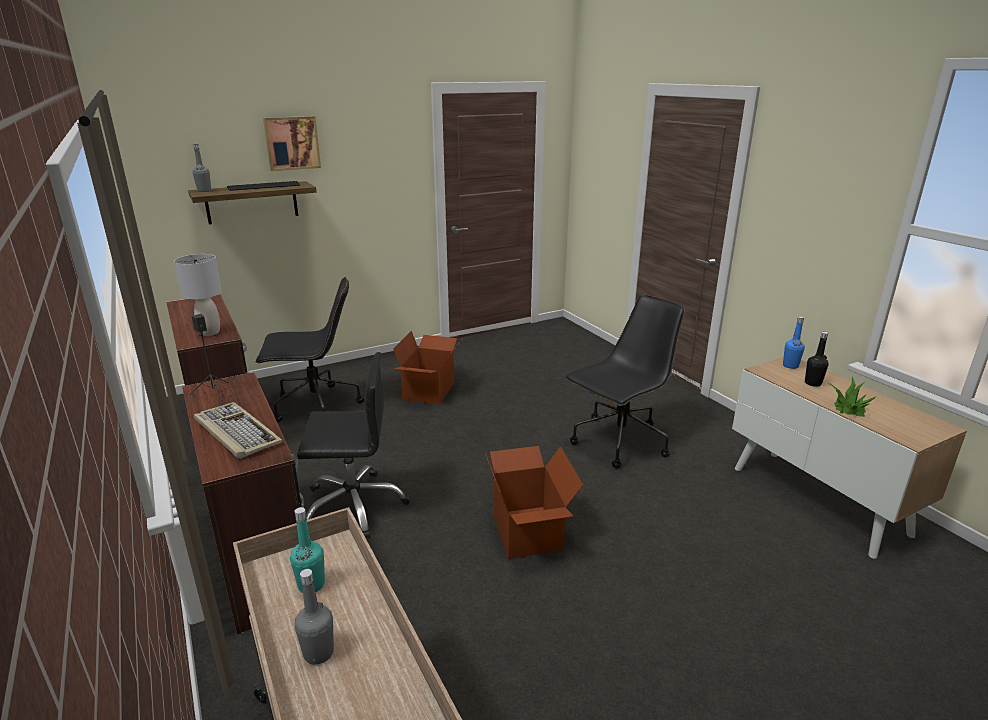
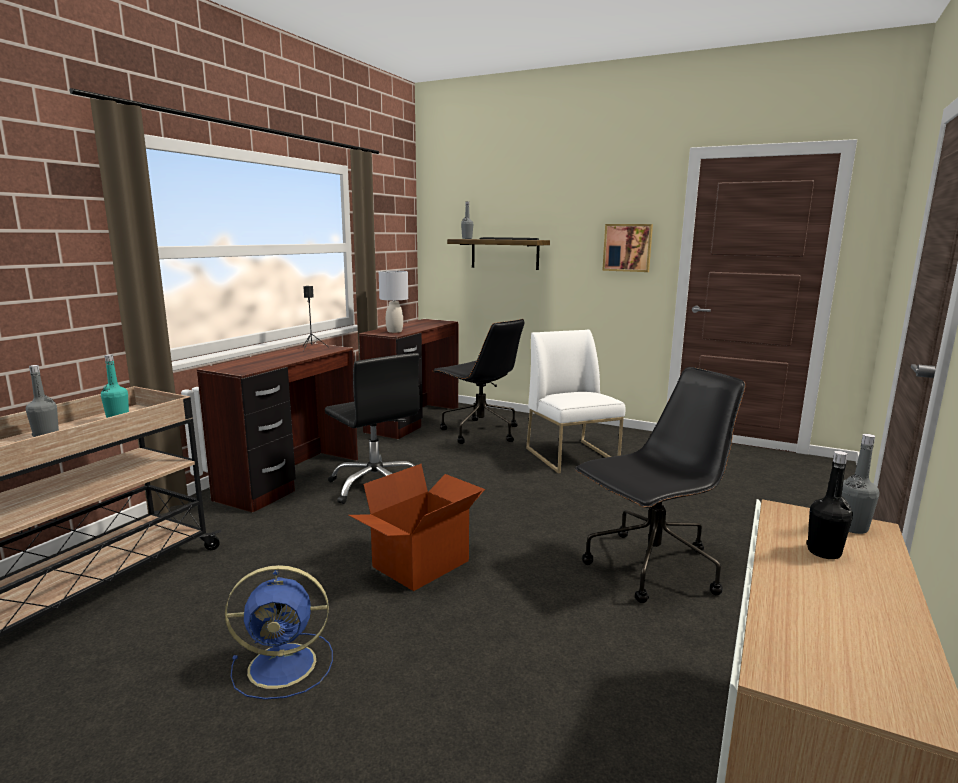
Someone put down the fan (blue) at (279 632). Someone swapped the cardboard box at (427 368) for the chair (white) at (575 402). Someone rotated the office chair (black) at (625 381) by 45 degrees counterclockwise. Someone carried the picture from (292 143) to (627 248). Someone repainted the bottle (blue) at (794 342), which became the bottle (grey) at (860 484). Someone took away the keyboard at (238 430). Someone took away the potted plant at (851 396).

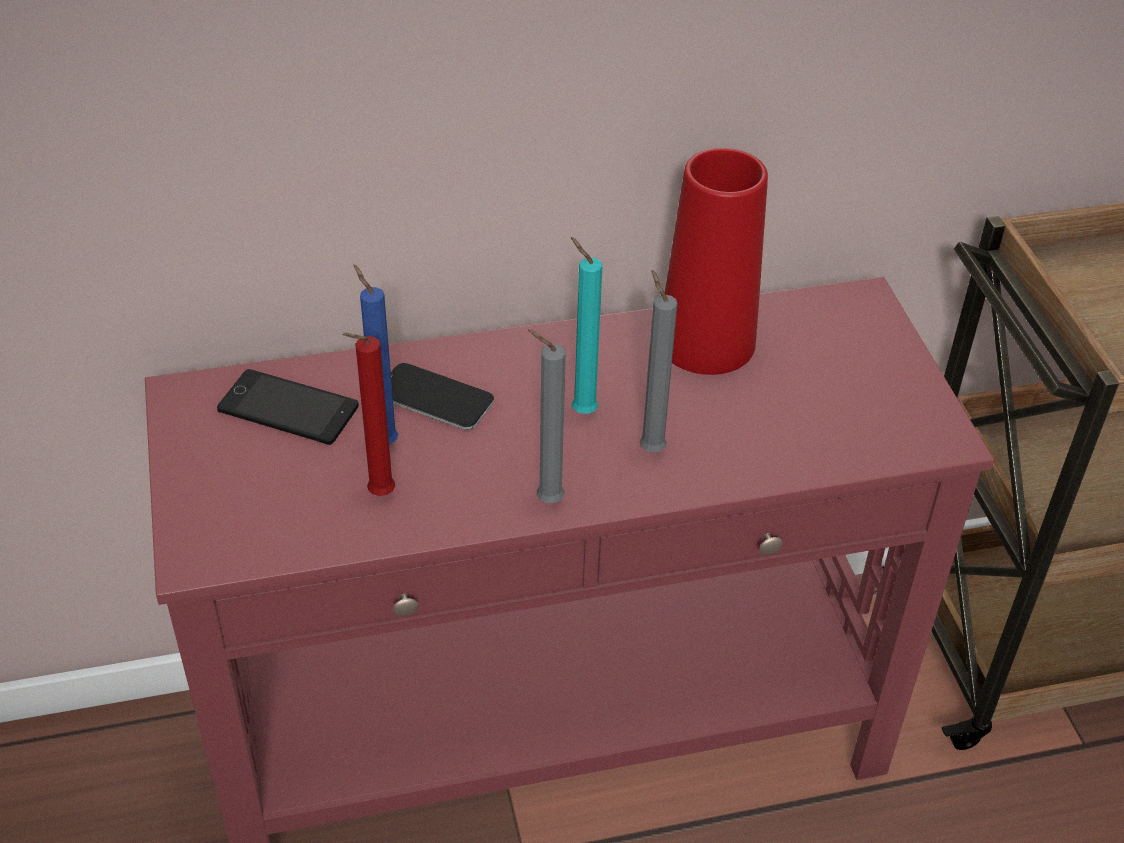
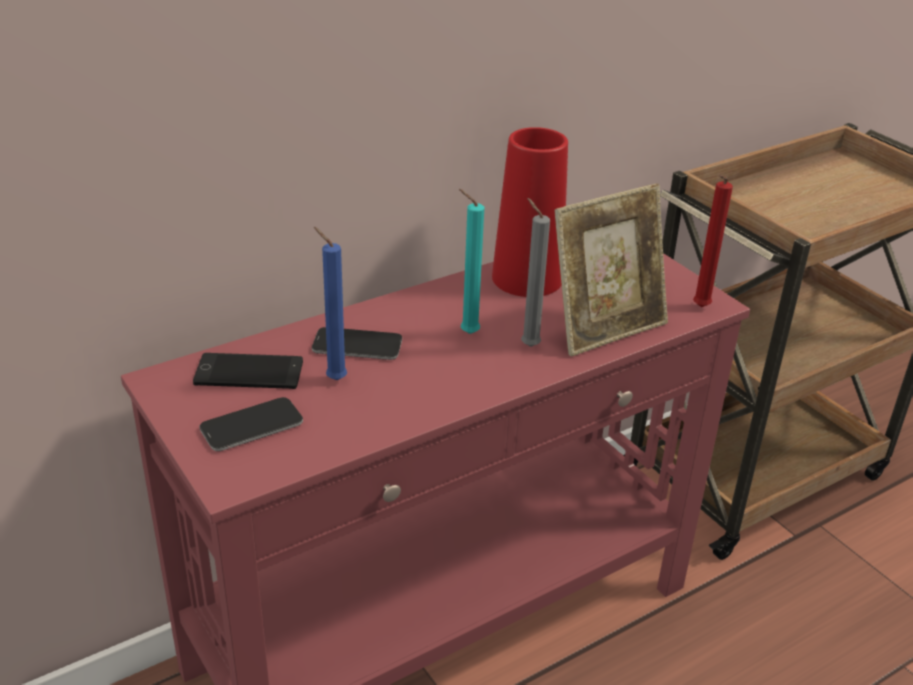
Someone put down the phone at (251 424). Someone put down the picture frame at (611 270). Someone carried the candle (red) from (368 414) to (713 241). Someone took away the candle (grey) at (547 416).

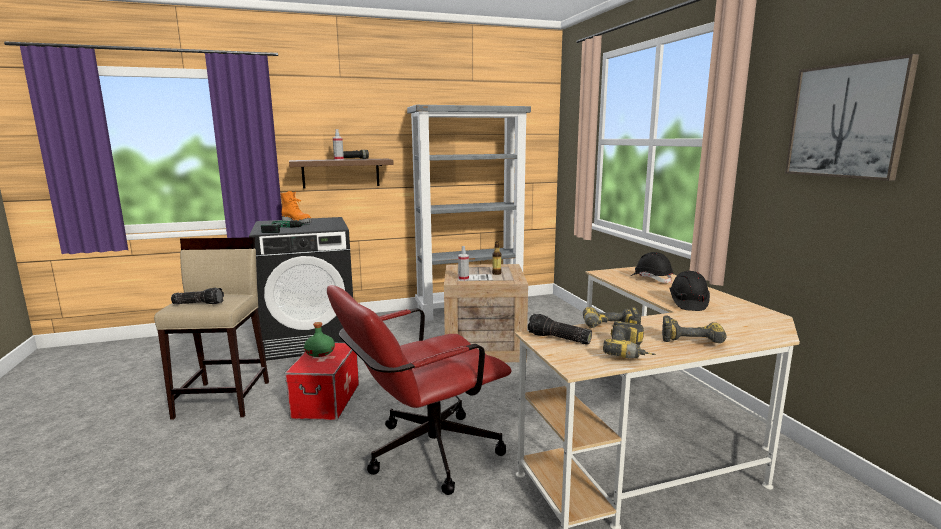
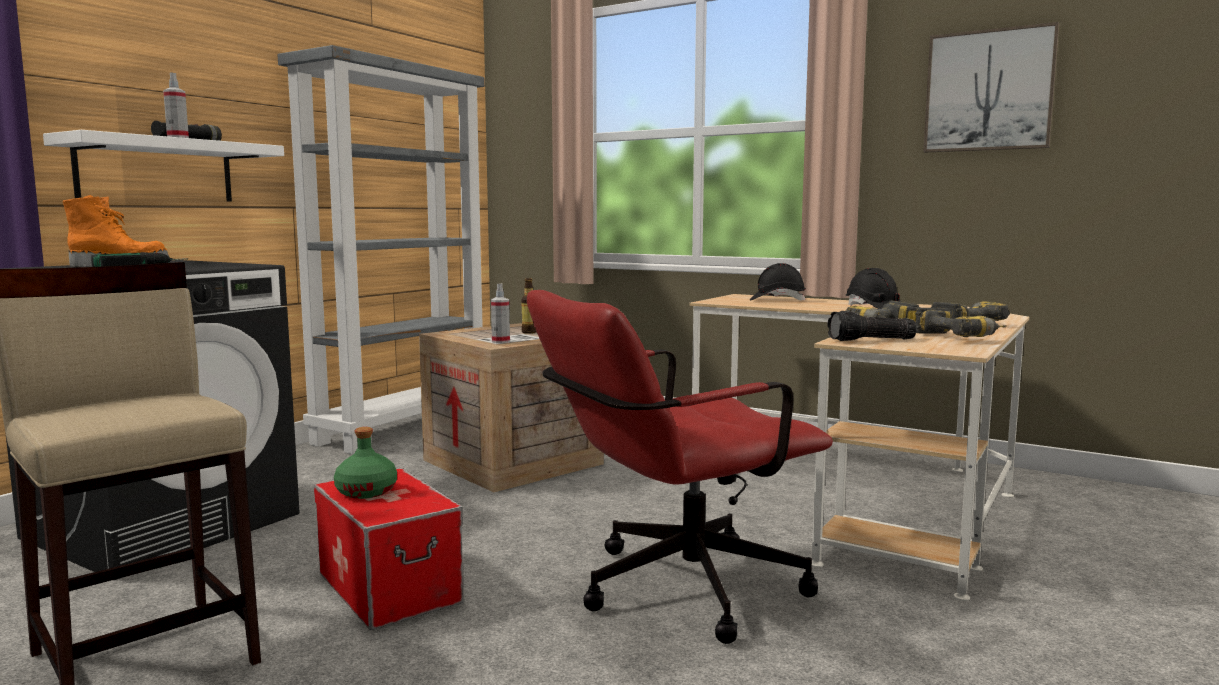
Someone repainted the shelf (brown) at (341 173), which became the shelf (white) at (163 166). Someone rotated the office chair (red) at (419 390) by 45 degrees clockwise. Someone took away the flashlight at (197 296).

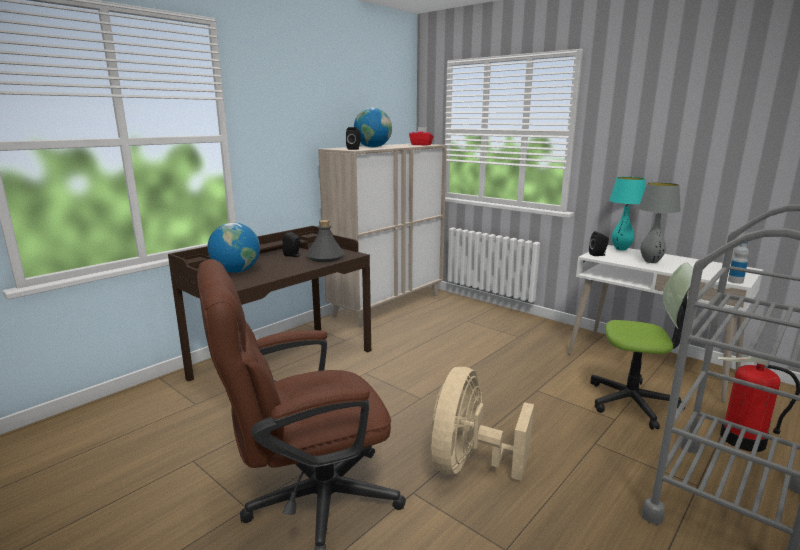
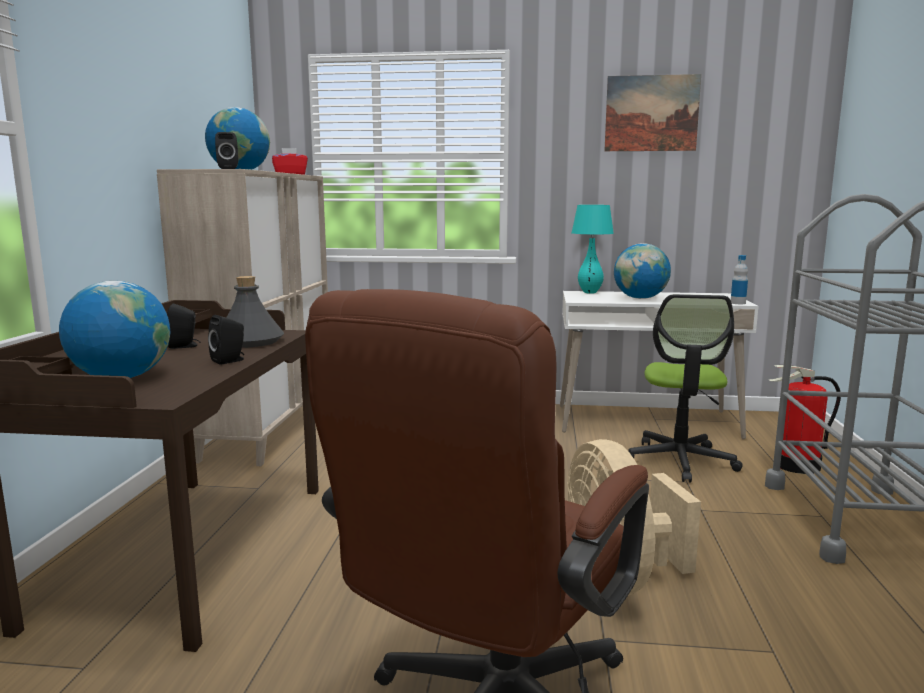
Someone carried the speaker (black) from (599 243) to (226 340). Someone put up the picture at (652 112). Someone swapped the table lamp (grey) at (659 222) for the globe at (642 271). Someone rotated the office chair at (641 346) by 120 degrees clockwise.

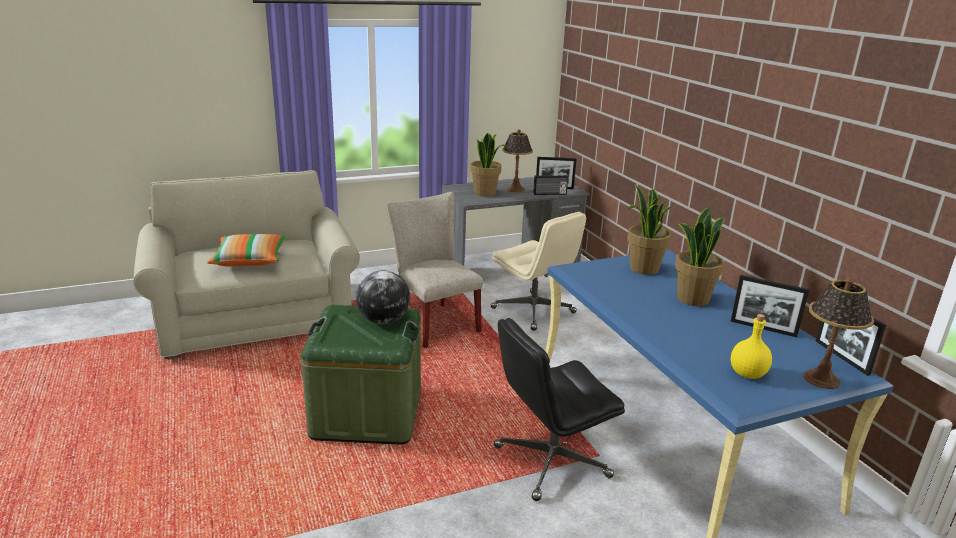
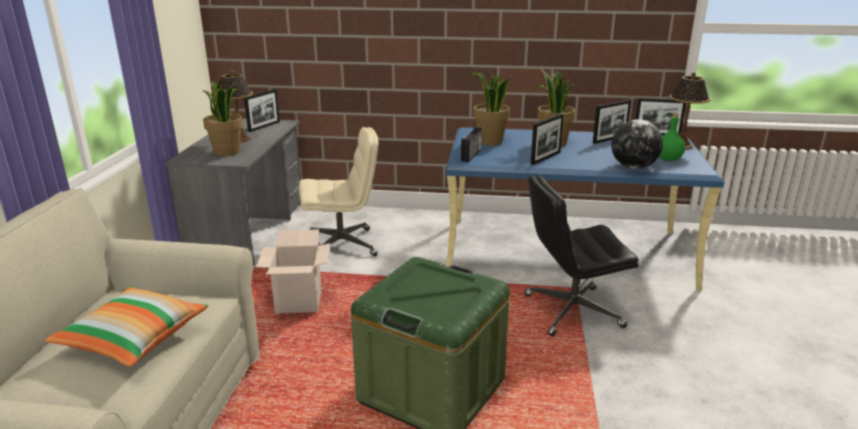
Someone swapped the chair (beige) at (435 270) for the cardboard box at (293 271). Someone carried the radio from (550 185) to (471 145). Someone rotated the office chair (black) at (559 409) by 75 degrees clockwise. Someone put down the picture frame at (547 139). Someone carried the globe from (383 297) to (637 144). Someone repainted the bottle (yellow) at (751 346), which became the bottle (green) at (672 137).

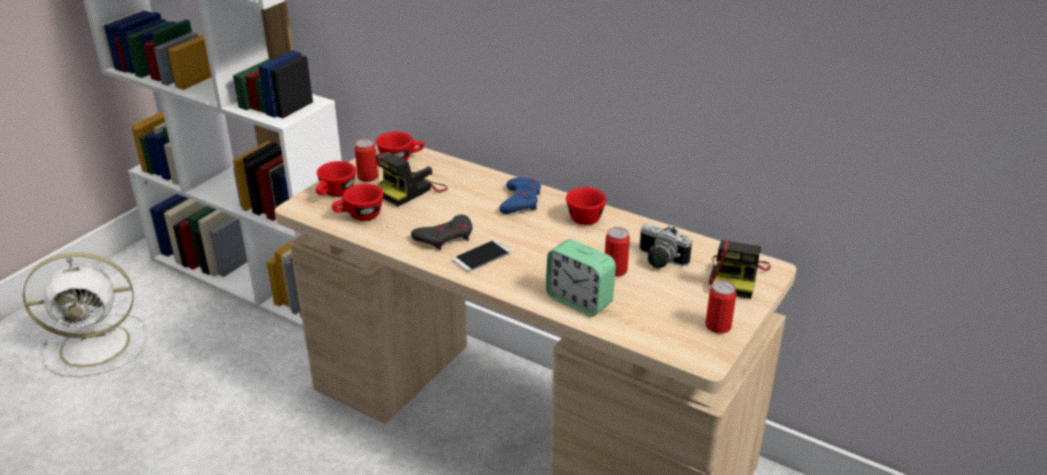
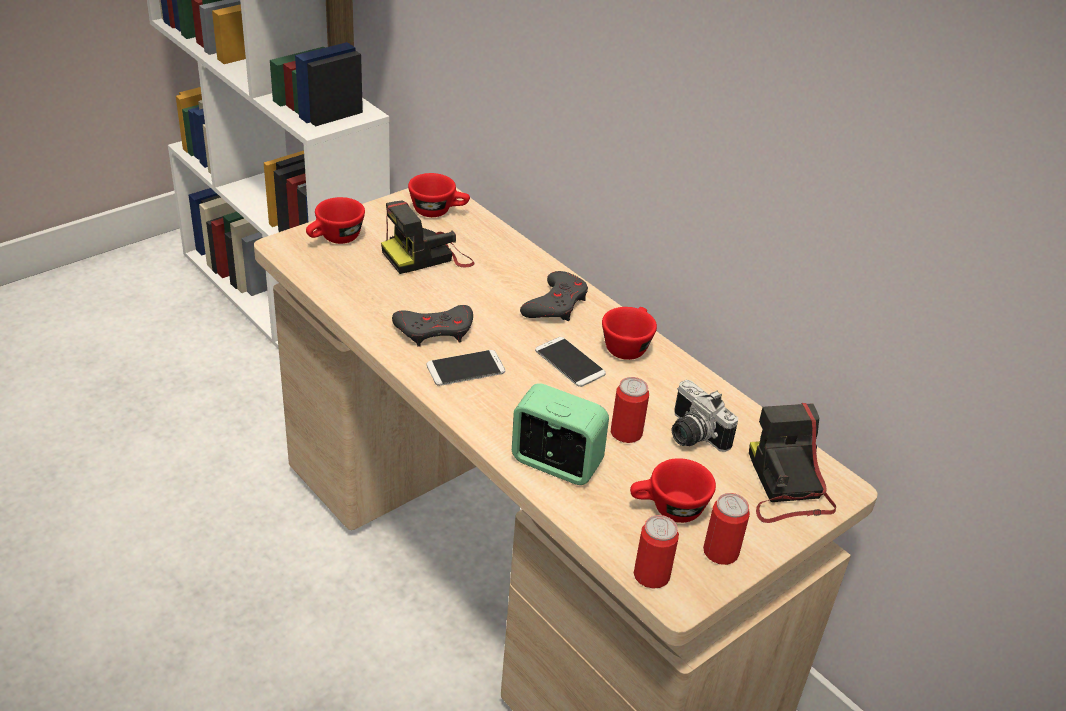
Someone rotated the alarm clock at (581 277) by 150 degrees clockwise. Someone repainted the game controller (blue) at (520 195), which became the game controller (grey) at (554 296). Someone put down the phone at (570 362). Someone carried the cup (red) from (357 202) to (673 490). Someone carried the can from (366 160) to (656 552). Someone rotated the photo camera at (740 269) by 135 degrees clockwise. Someone took away the fan (white) at (85 314).

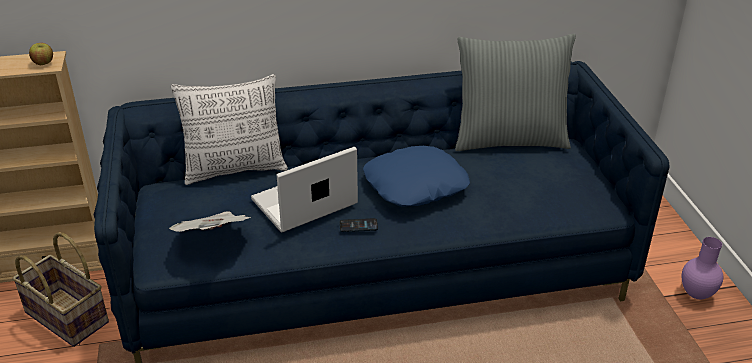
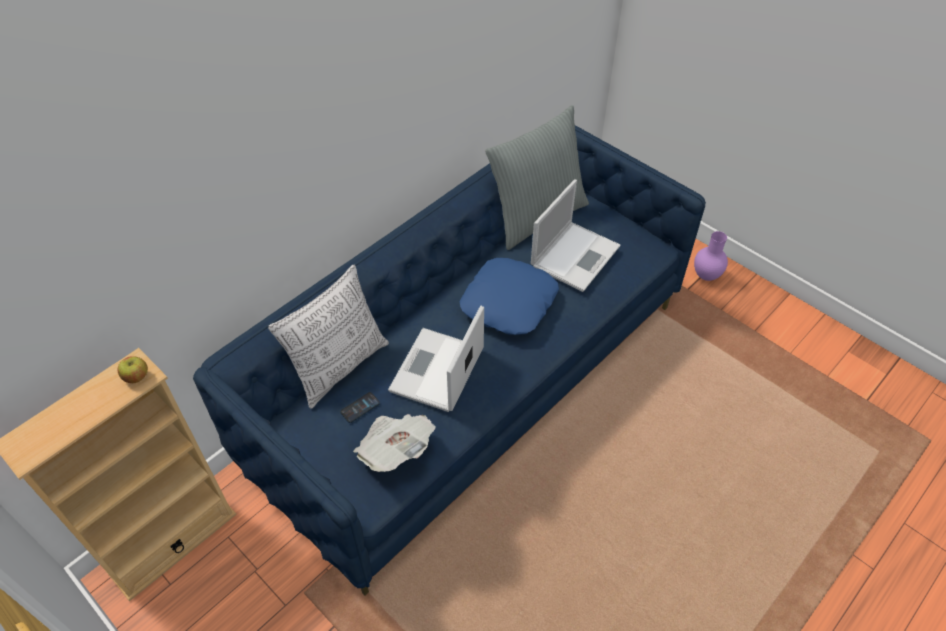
Someone carried the phone from (358 225) to (360 407). Someone put down the laptop at (575 235). Someone took away the basket at (60 289).

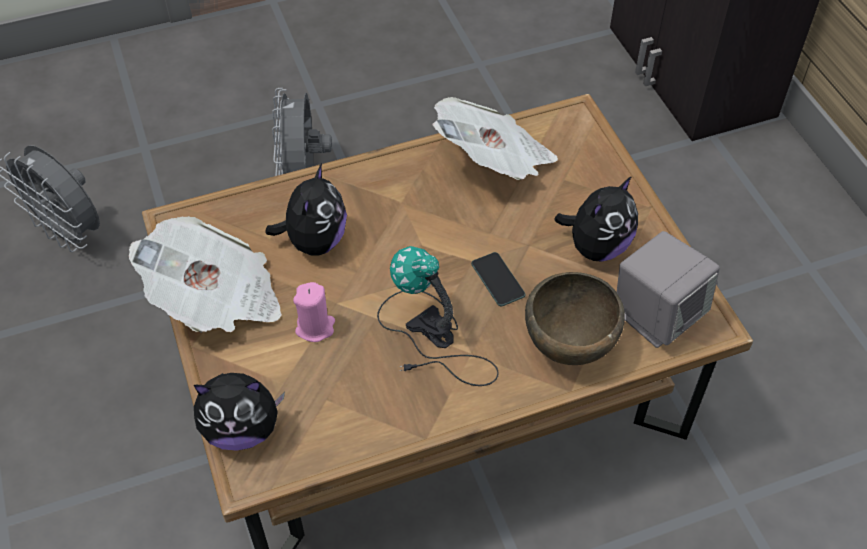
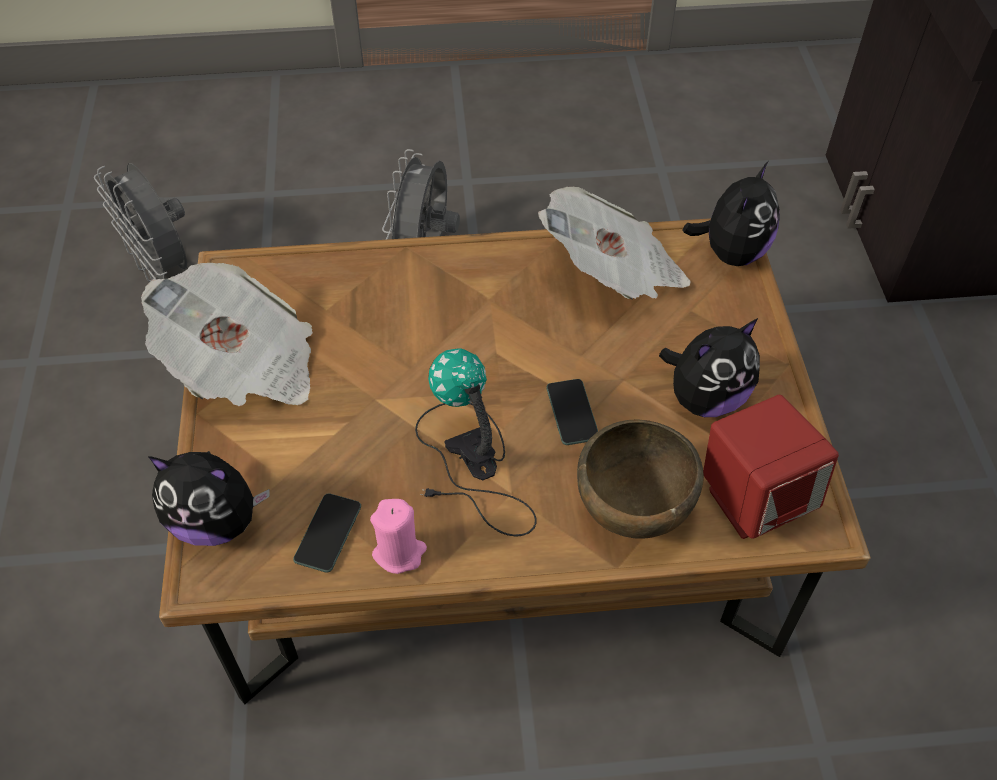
Someone put down the phone at (327 533). Someone carried the candle (pink) from (314 312) to (398 536). Someone carried the plush toy from (306 209) to (731 213). Someone repainted the speaker (grey) at (668 289), which became the speaker (red) at (771 467).

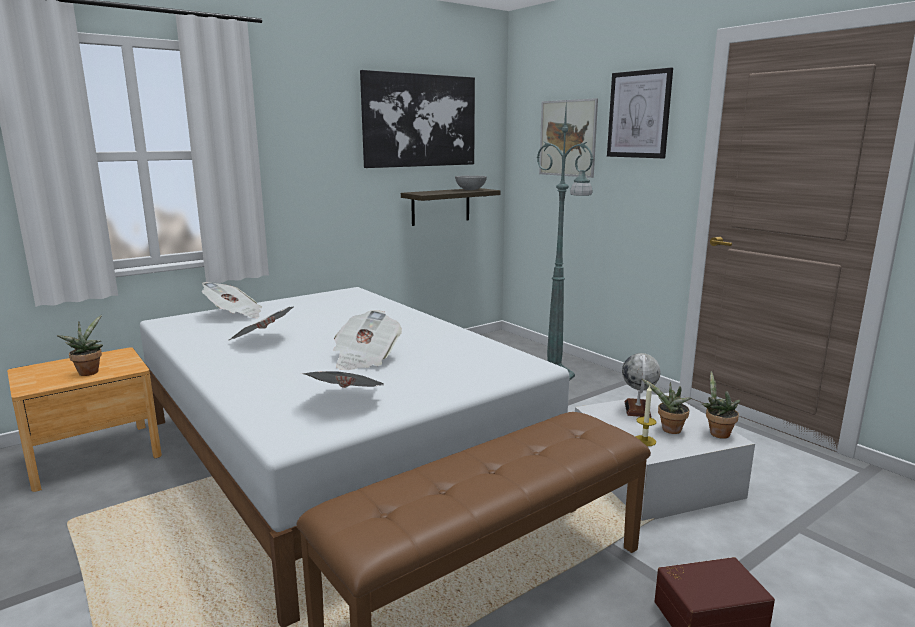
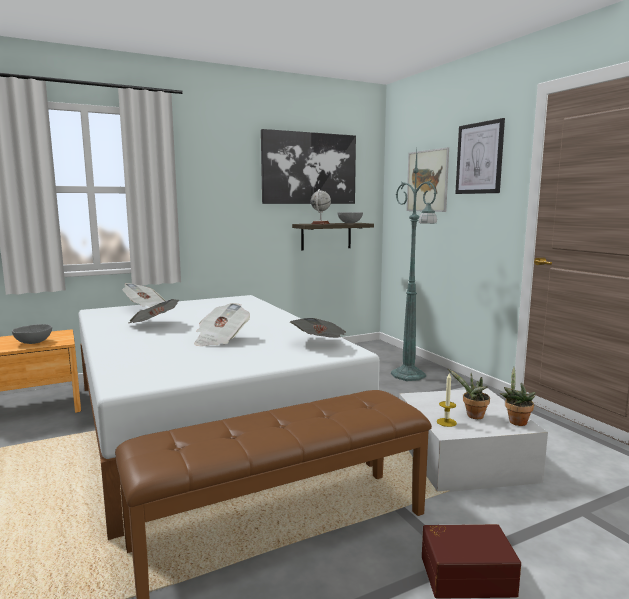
Someone swapped the potted plant at (80 345) for the bowl (grey) at (32 334). Someone carried the newspaper from (343 379) to (318 328). Someone carried the globe from (641 385) to (321 206).

